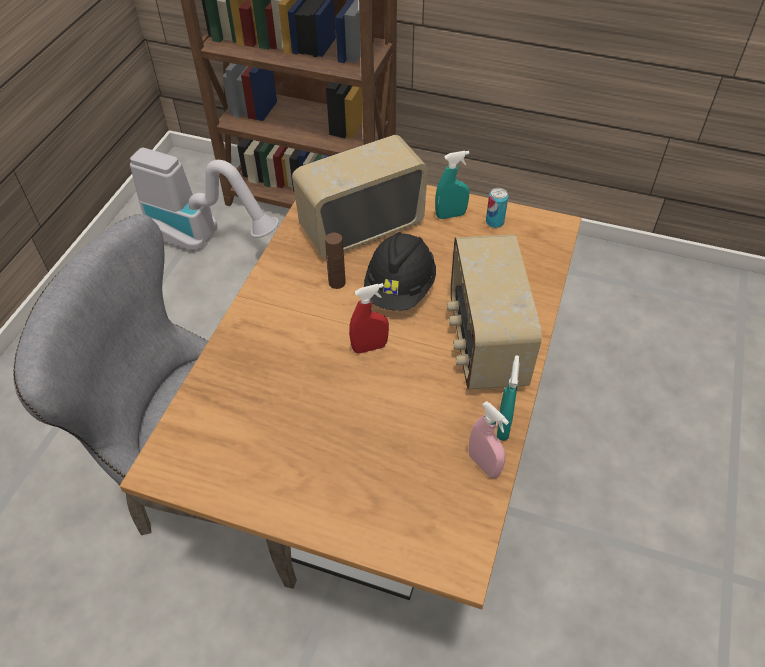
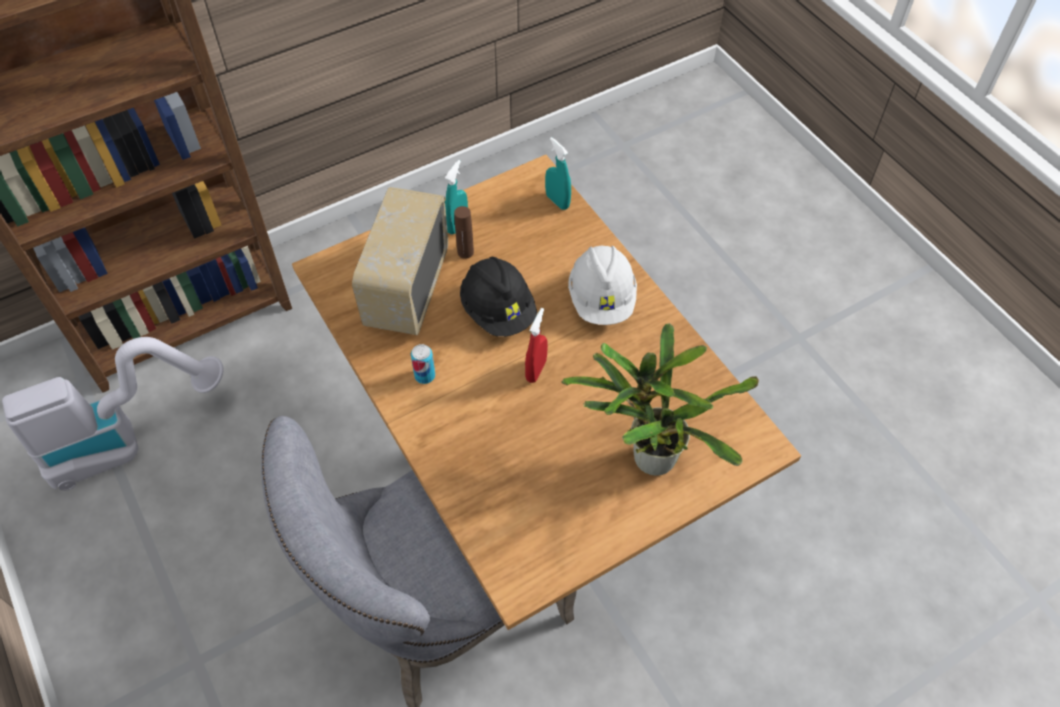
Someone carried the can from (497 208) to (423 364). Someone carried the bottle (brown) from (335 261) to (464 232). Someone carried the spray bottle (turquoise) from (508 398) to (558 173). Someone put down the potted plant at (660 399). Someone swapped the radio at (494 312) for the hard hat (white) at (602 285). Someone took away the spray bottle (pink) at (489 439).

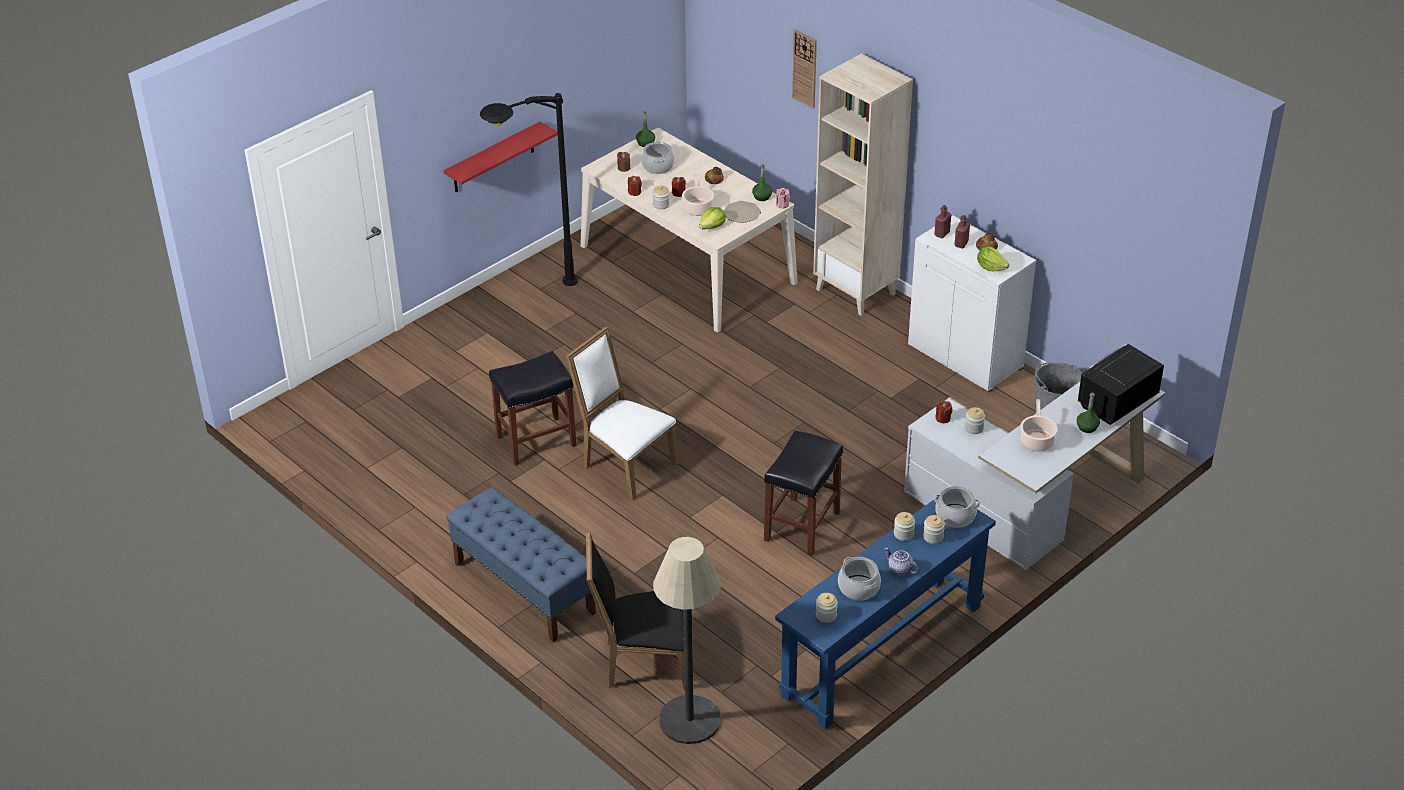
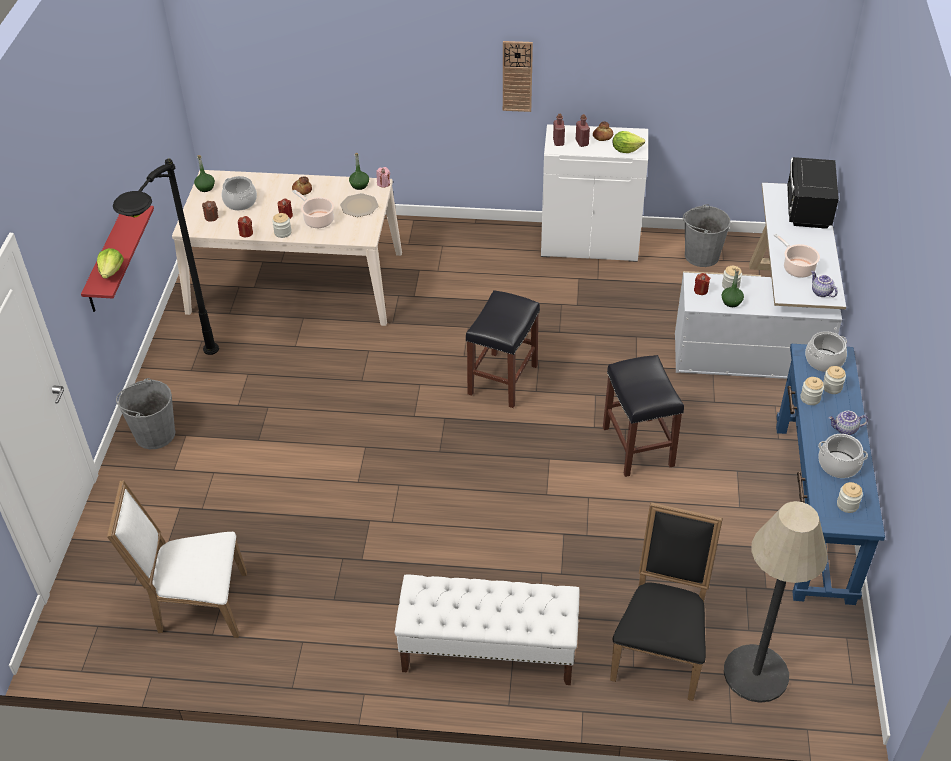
Someone carried the lettuce from (712 218) to (110 263). Someone carried the chair (white) from (622 413) to (177 559). Someone put down the bucket (grey) at (146 413). Someone repainted the bench (blue) at (521 564), which became the bench (white) at (487 630). Someone carried the stool (black) from (532 408) to (503 349). Someone carried the wall clock from (804 69) to (518 76). Someone rotated the chair (black) at (635 611) by 150 degrees clockwise. Someone carried the bottle (green) from (1088 413) to (732 288). Someone put down the teapot at (824 284). Someone took away the bookcase (beige) at (863 185).

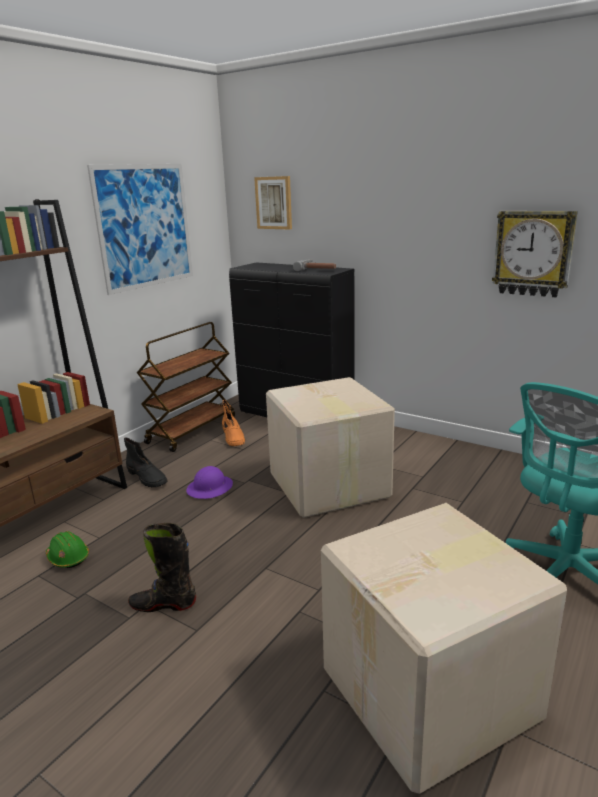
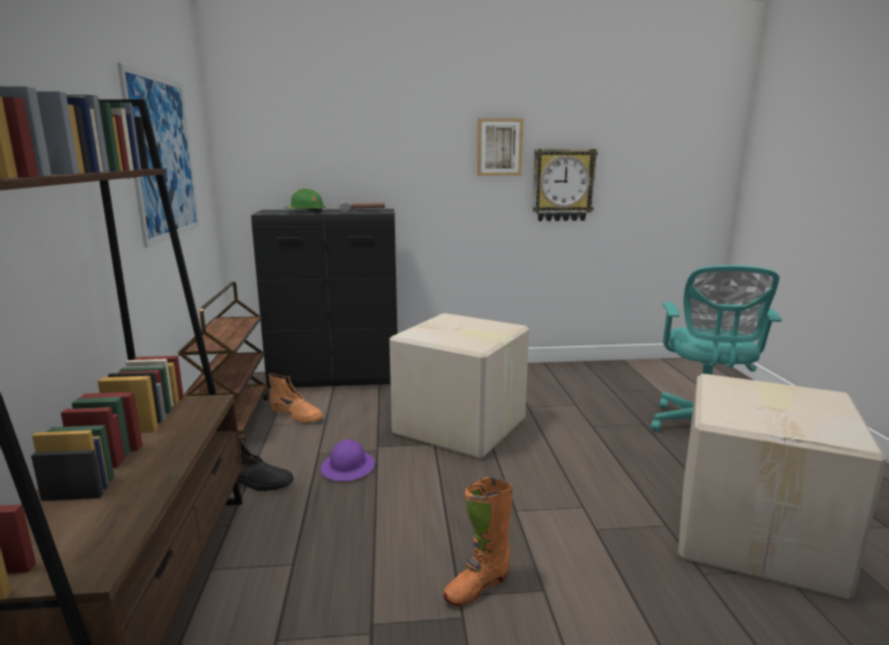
Someone carried the hard hat (green) from (67 549) to (305 201). Someone repainted the boot (black) at (162 567), which became the boot (orange) at (477 541). Someone carried the picture from (273 202) to (500 147).

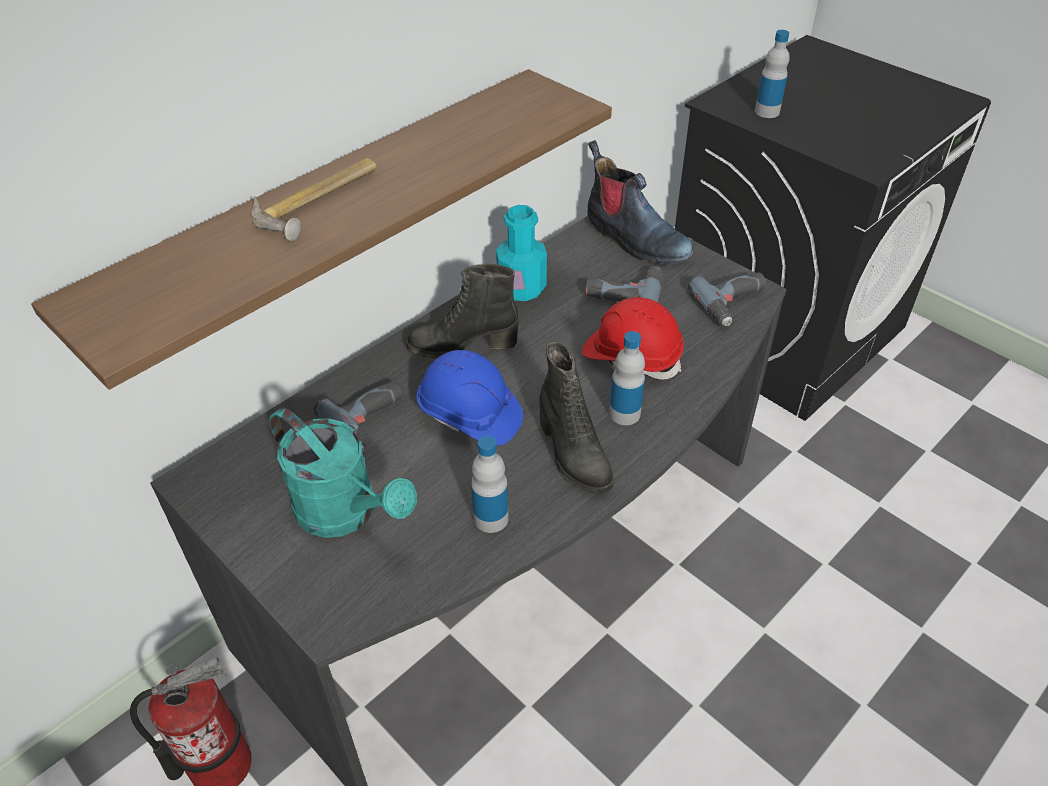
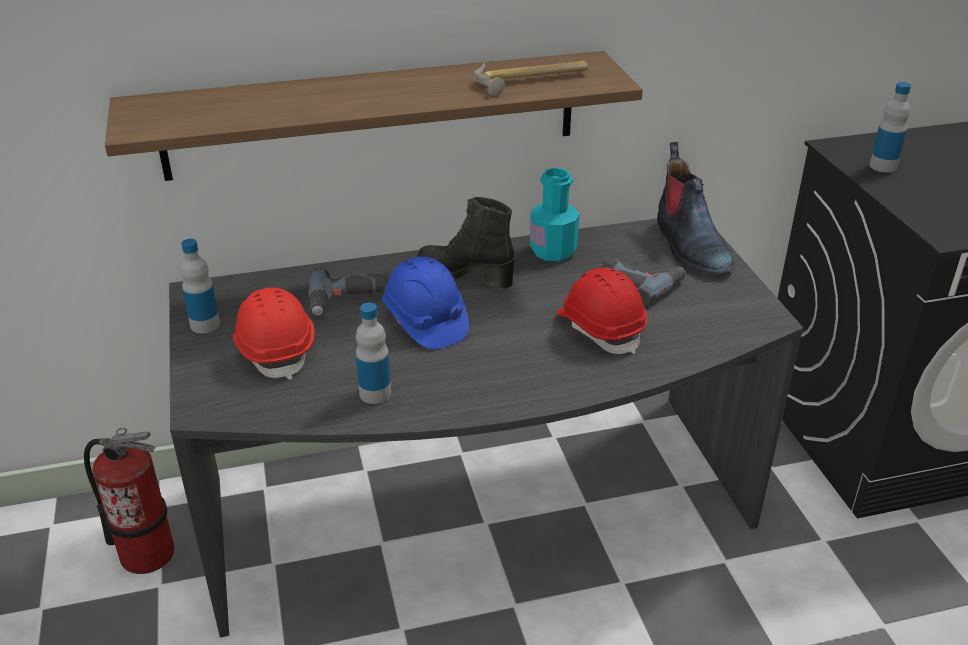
Someone carried the bottle from (627 378) to (200 286). Someone swapped the watering can (turquoise) at (343 473) for the hard hat (red) at (274 334). Someone carried the hammer from (314 199) to (531 78). Someone took away the boot (black) at (576 418). Someone took away the power drill at (727 299).

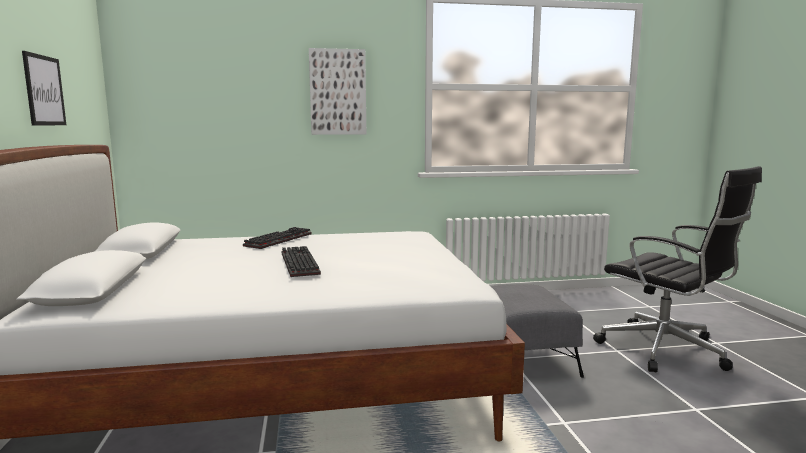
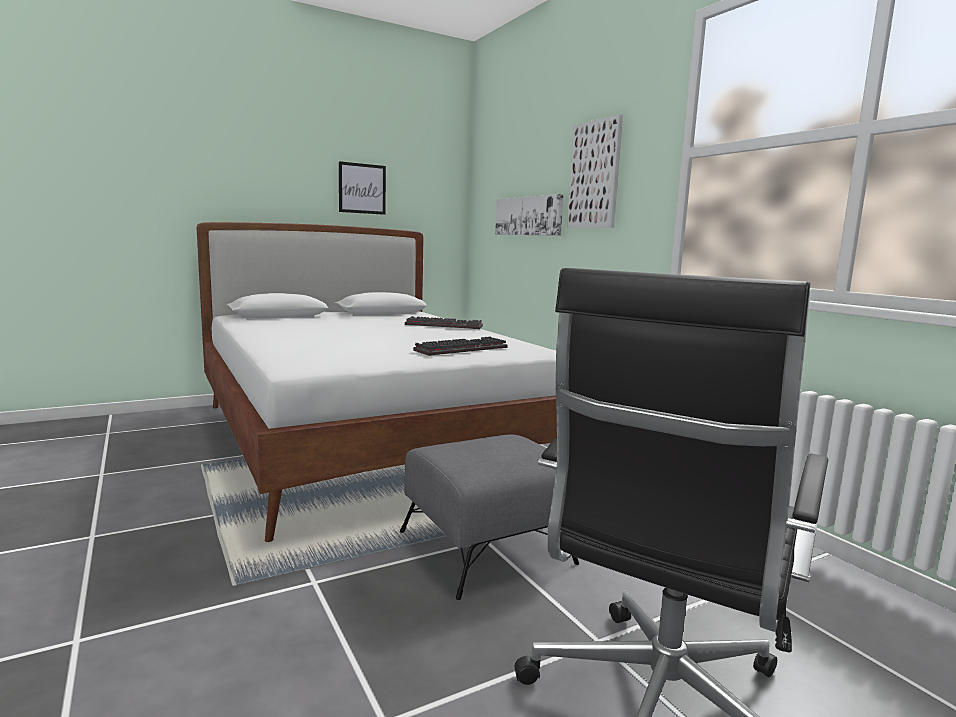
Someone carried the keyboard from (301 261) to (460 346). Someone put up the picture at (529 215).

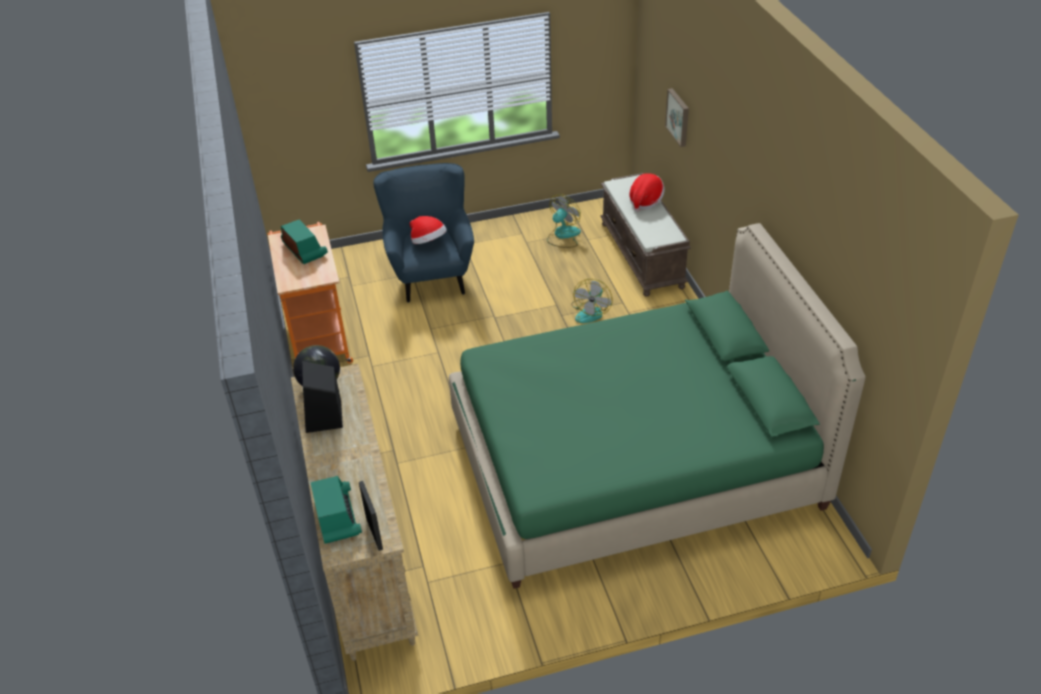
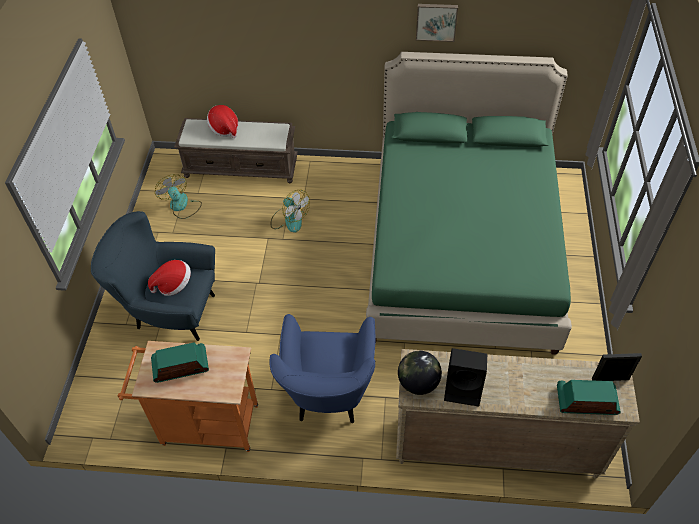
Someone put down the armchair (blue) at (322 368). Someone carried the picture from (677 117) to (437 23).

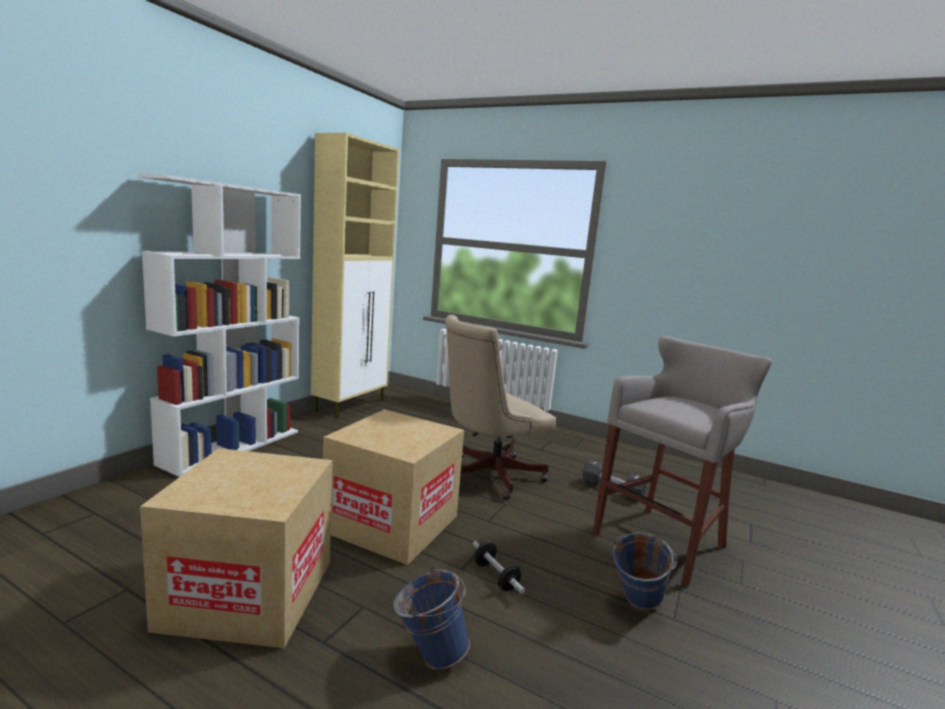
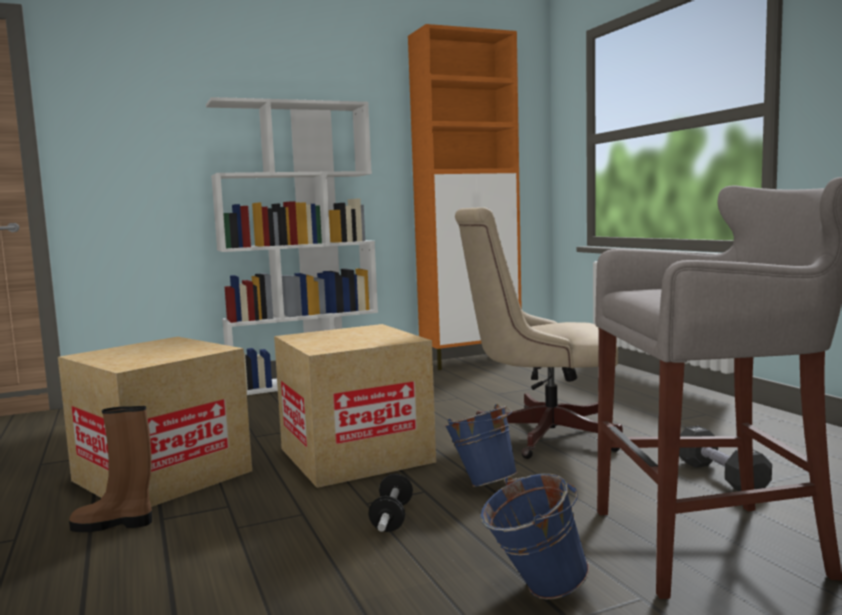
Someone put down the boot (brown) at (110 469). Someone repainted the cabinet (beige) at (355 276), which became the cabinet (orange) at (465 197). Someone carried the bucket (blue) from (431 618) to (481 445).

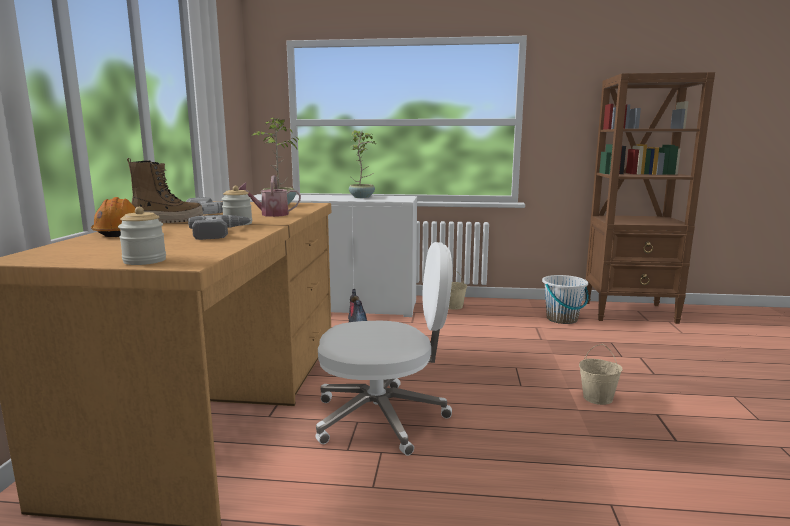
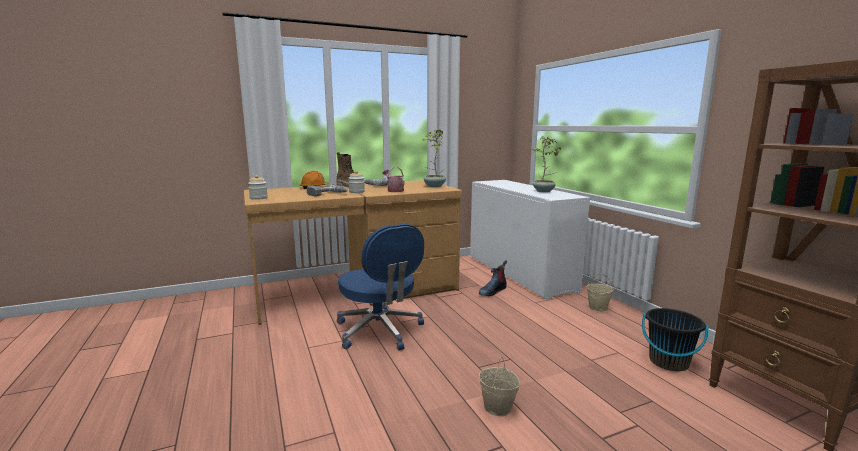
Someone repainted the office chair (white) at (384 349), which became the office chair (blue) at (380 287). Someone repainted the bucket (white) at (565 299), which became the bucket (black) at (675 339).

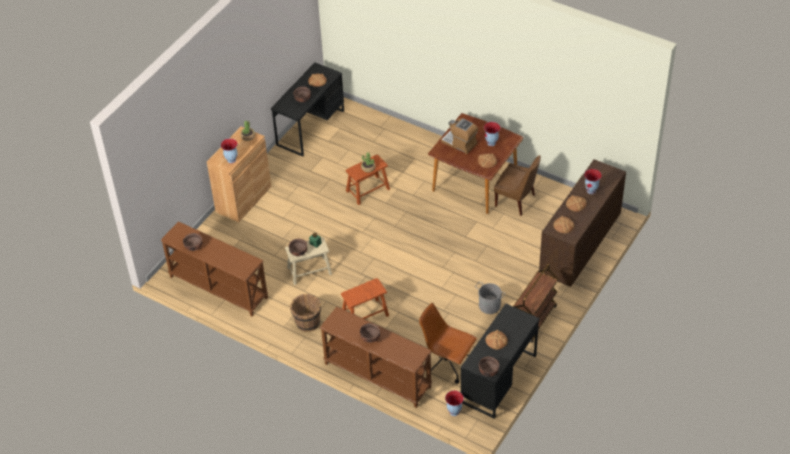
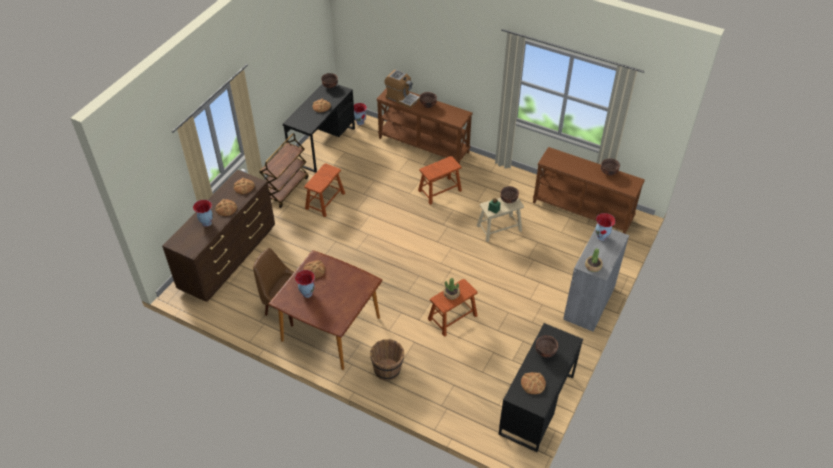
Someone swapped the bucket (grey) at (490 297) for the stool (brown) at (324 190). Someone carried the bucket (brown) from (305 313) to (387 360). Someone carried the coffee machine from (459 136) to (402 89). Someone repainted the cabinet (brown) at (239 174), which became the cabinet (grey) at (596 280). Someone took away the office chair (brown) at (448 343).

